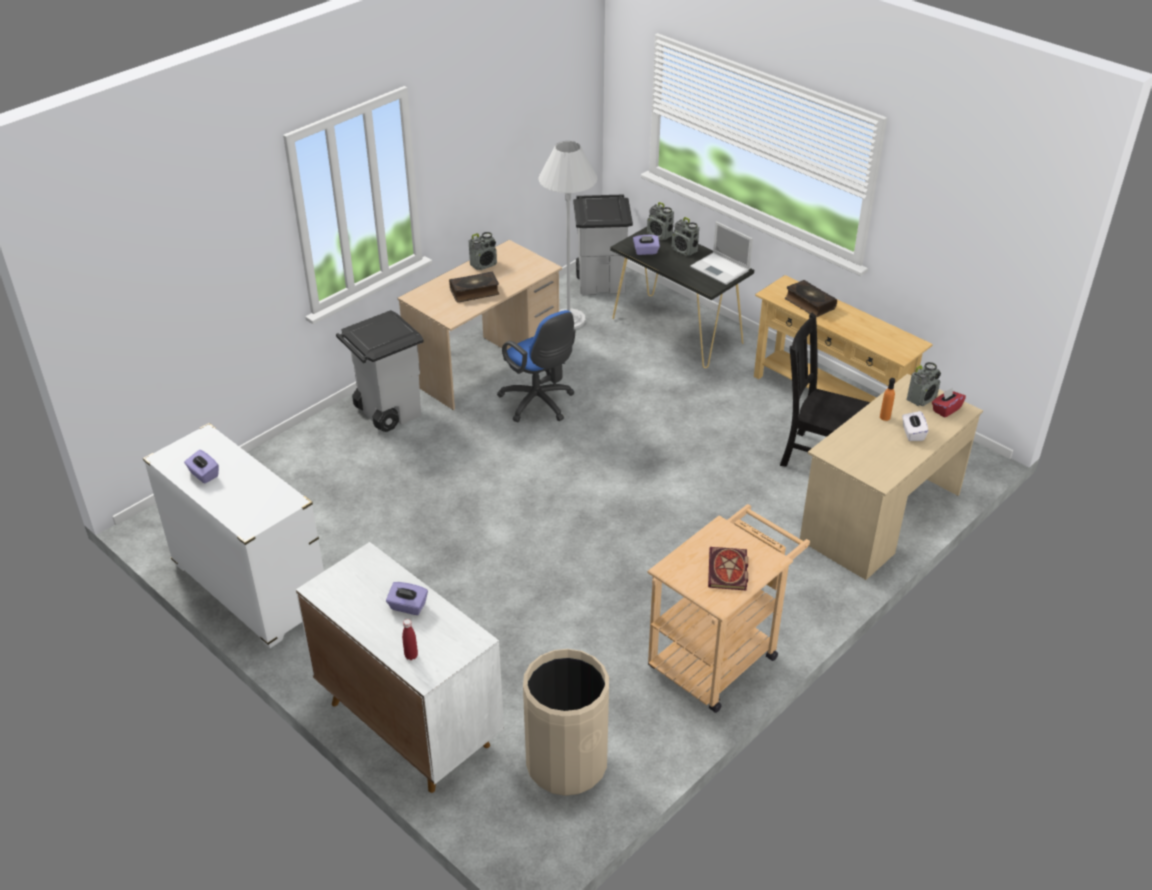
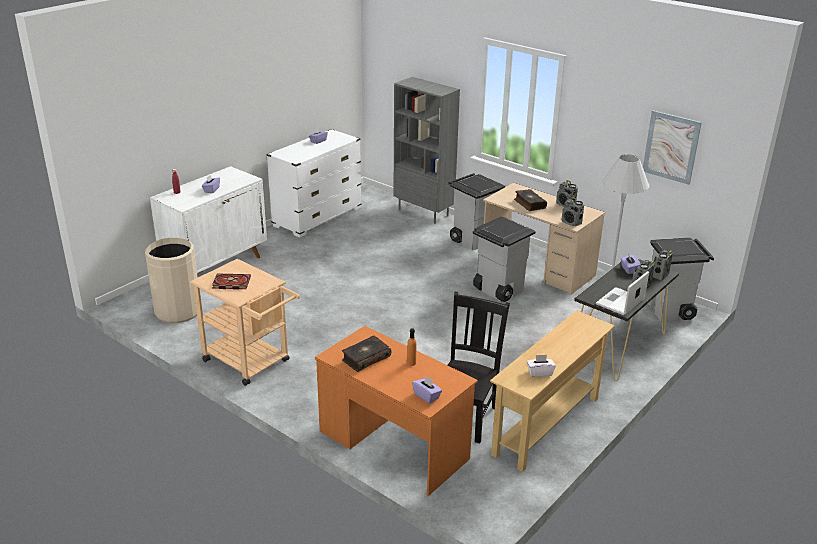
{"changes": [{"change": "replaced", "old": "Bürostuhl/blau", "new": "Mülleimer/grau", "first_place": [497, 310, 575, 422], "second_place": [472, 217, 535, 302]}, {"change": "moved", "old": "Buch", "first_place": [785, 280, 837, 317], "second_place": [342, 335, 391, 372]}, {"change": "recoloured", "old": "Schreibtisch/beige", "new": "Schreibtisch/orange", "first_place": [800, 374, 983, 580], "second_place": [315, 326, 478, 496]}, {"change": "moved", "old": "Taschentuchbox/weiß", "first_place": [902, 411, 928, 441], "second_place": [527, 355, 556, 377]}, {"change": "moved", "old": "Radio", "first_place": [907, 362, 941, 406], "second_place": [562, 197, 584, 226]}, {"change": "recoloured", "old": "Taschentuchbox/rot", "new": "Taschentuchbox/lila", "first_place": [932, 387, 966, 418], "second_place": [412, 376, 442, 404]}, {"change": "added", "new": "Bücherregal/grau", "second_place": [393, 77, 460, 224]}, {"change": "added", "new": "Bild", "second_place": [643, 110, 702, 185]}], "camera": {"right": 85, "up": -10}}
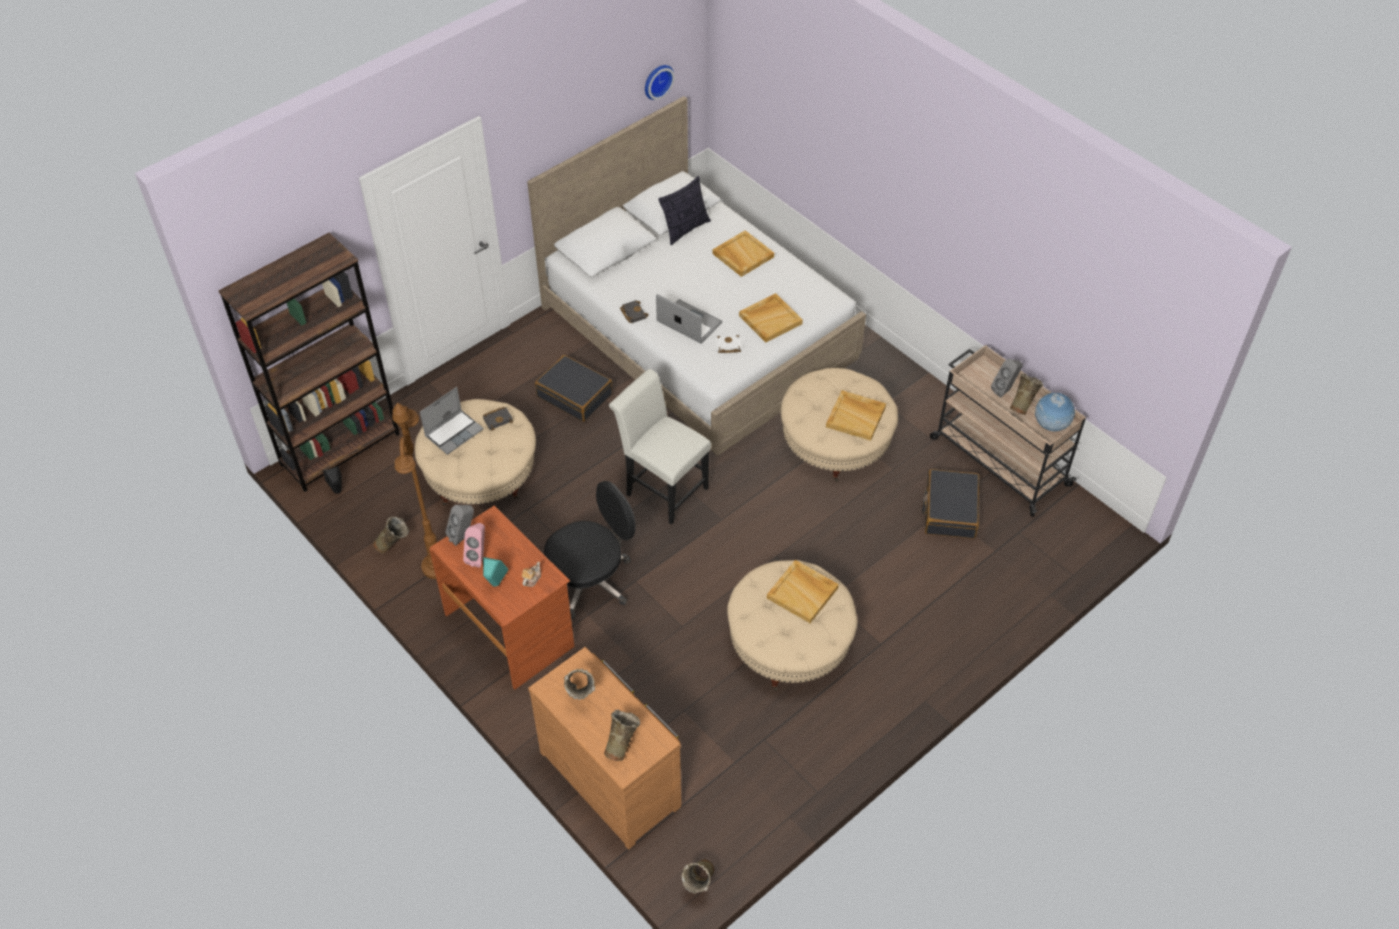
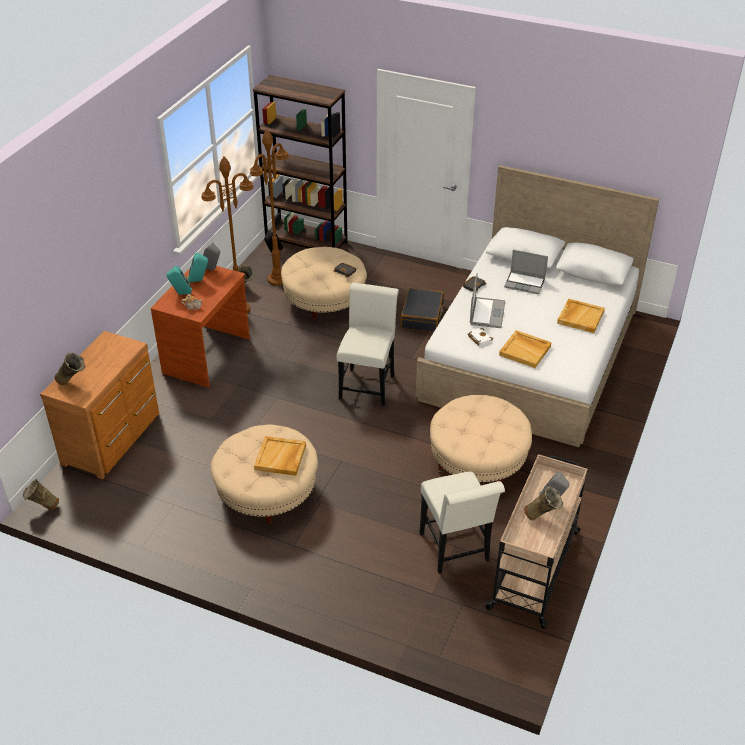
{"changes": [{"change": "moved", "old": "Laptop", "first_place": [420, 387, 483, 455], "second_place": [504, 250, 548, 294]}, {"change": "recoloured", "old": "Lautsprecher/rosa", "new": "Lautsprecher/türkis", "first_place": [463, 523, 485, 568], "second_place": [188, 252, 208, 282]}, {"change": "removed", "old": "Bürostuhl/schwarz", "first_place": [544, 481, 636, 619]}, {"change": "removed", "old": "Vase/beige", "first_place": [564, 669, 595, 700]}, {"change": "removed", "old": "Wanduhr", "first_place": [645, 65, 675, 100]}, {"change": "removed", "old": "Kissen", "first_place": [658, 176, 711, 245]}, {"change": "removed", "old": "Tablett/beige", "first_place": [826, 390, 886, 441]}, {"change": "replaced", "old": "Koffer/schwarz", "new": "Stuhl/weiß", "first_place": [922, 469, 980, 539], "second_place": [419, 472, 505, 574]}, {"change": "removed", "old": "Globus", "first_place": [1035, 393, 1075, 431]}, {"change": "added", "new": "Stehlampe/braun", "second_place": [250, 129, 288, 286]}], "camera": {"right": 65, "up": -10}}
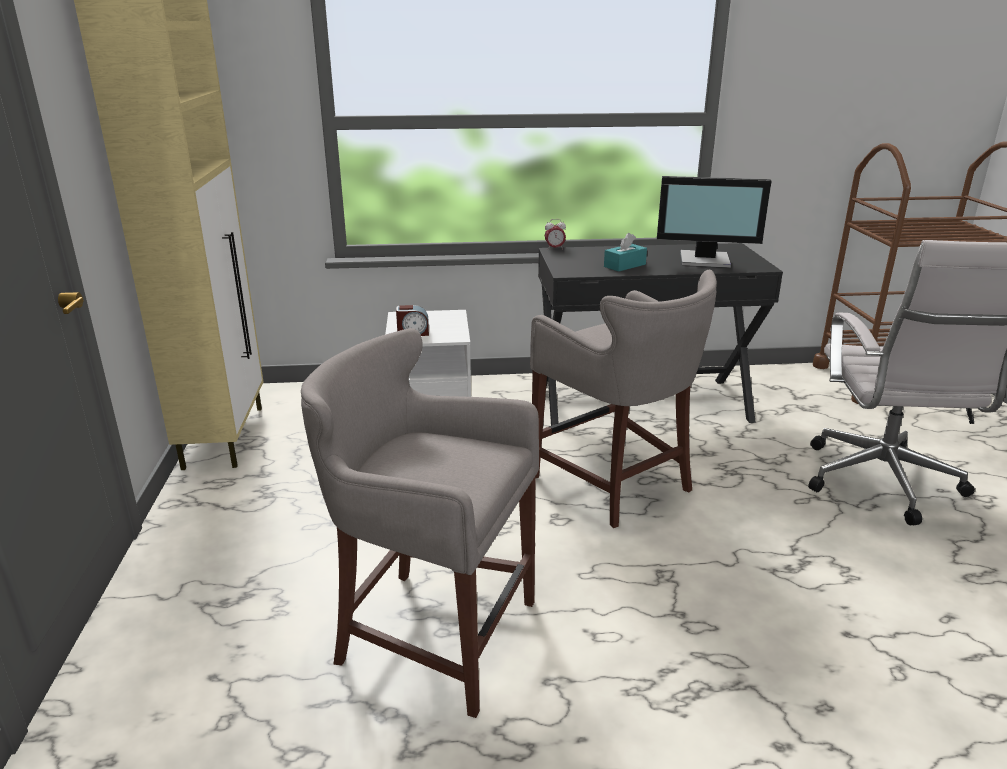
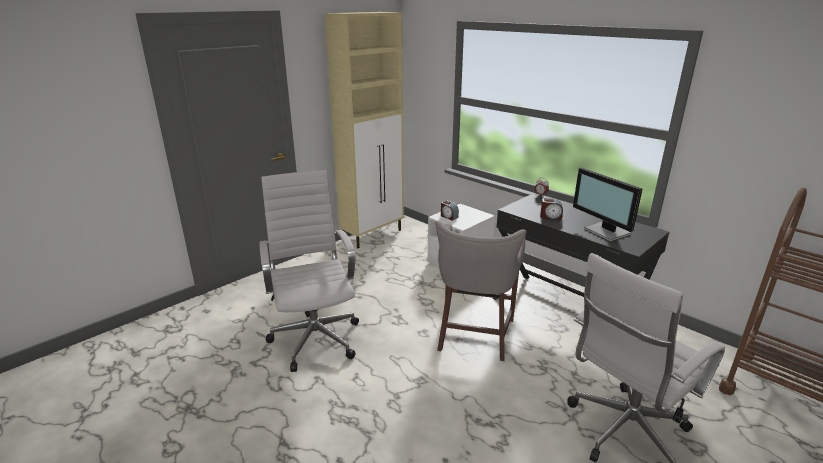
{"changes": [{"change": "replaced", "old": "Hocker/grau", "new": "Bürostuhl/weiß", "first_place": [301, 328, 539, 718], "second_place": [259, 170, 359, 372]}, {"change": "replaced", "old": "Taschentuchbox/türkis", "new": "Wecker", "first_place": [604, 233, 647, 272], "second_place": [540, 198, 563, 220]}], "camera": {"right": 50, "up": 0}}
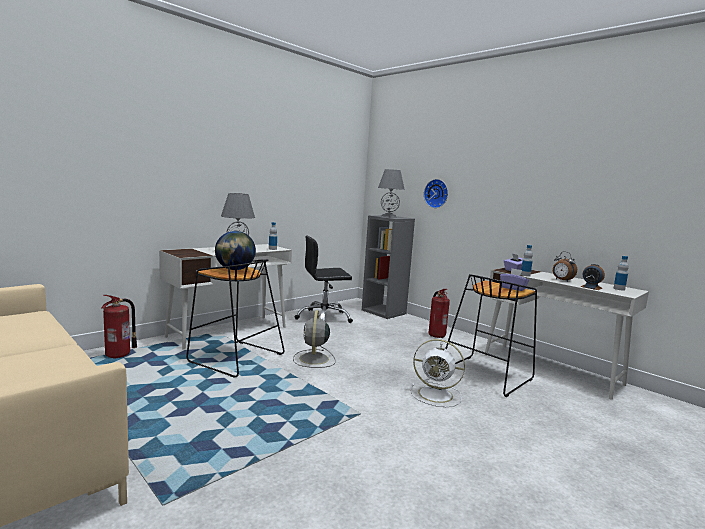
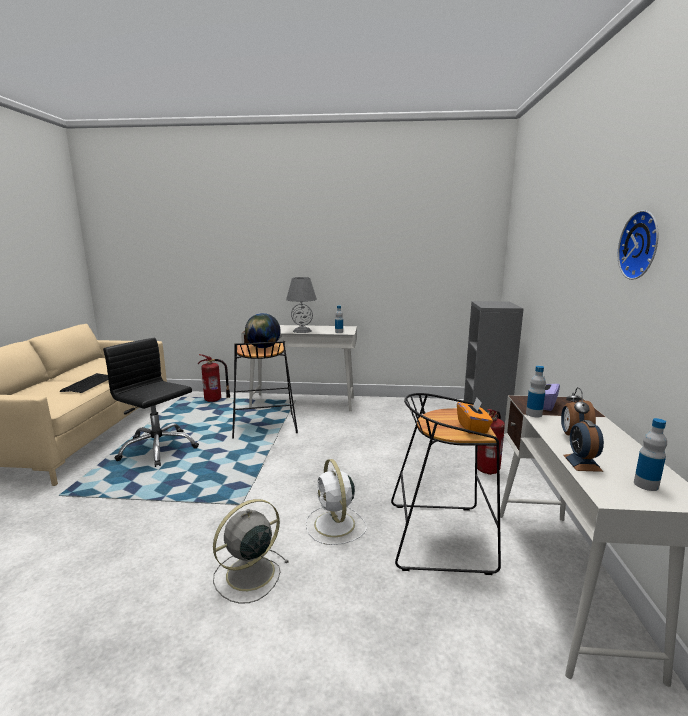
{"changes": [{"change": "moved", "old": "Ventilator/grau", "first_place": [293, 310, 336, 368], "second_place": [213, 499, 288, 604]}, {"change": "moved", "old": "Bürostuhl/schwarz", "first_place": [295, 236, 353, 323], "second_place": [103, 338, 199, 467]}, {"change": "removed", "old": "Tischlampe/grau", "first_place": [378, 169, 405, 218]}, {"change": "moved", "old": "Wanduhr", "first_place": [424, 179, 448, 208], "second_place": [618, 210, 658, 280]}, {"change": "recoloured", "old": "Taschentuchbox/lila", "new": "Taschentuchbox/orange", "first_place": [500, 268, 529, 291], "second_place": [457, 398, 493, 434]}, {"change": "added", "new": "Tastatur", "second_place": [60, 373, 108, 393]}], "camera": {"right": 50, "up": 5}}
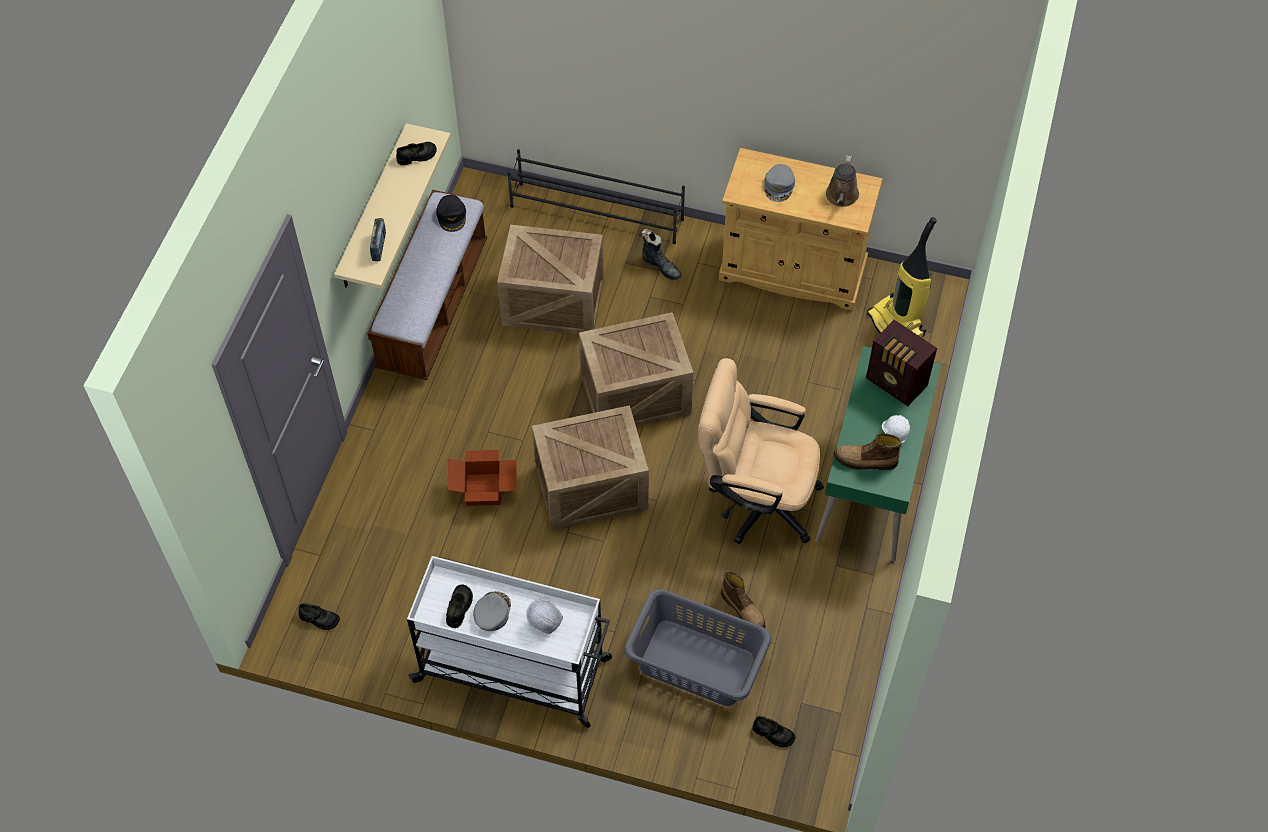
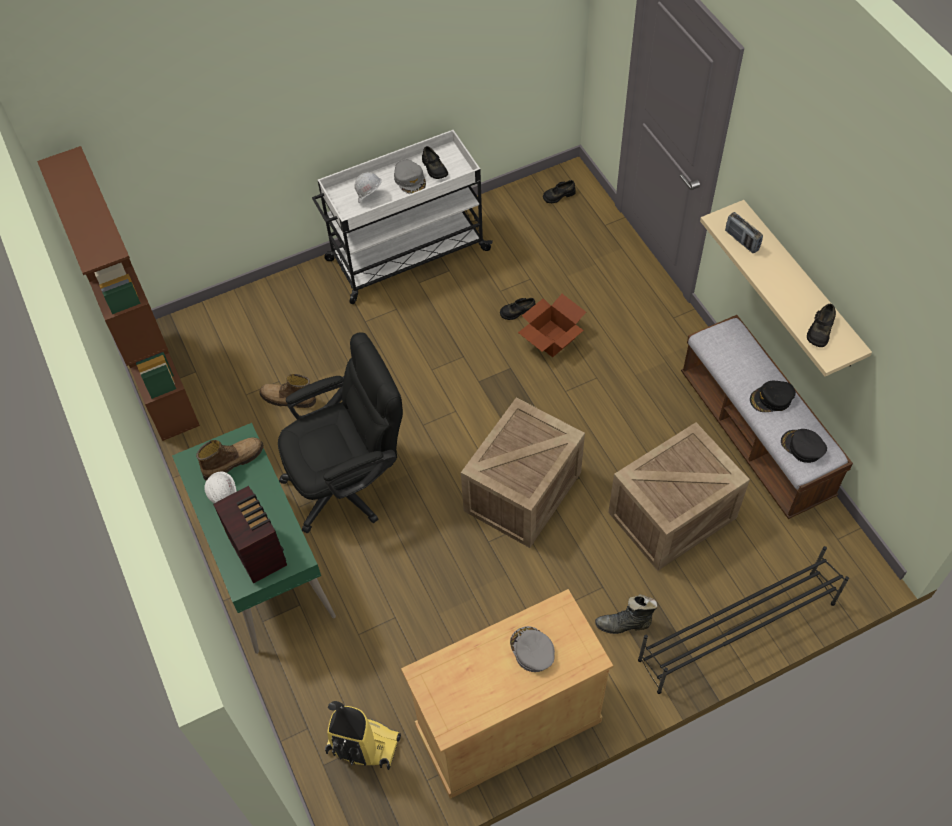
{"changes": [{"change": "removed", "old": "Kiste", "first_place": [532, 405, 649, 531]}, {"change": "removed", "old": "Wäschekorb/grau", "first_place": [624, 589, 771, 706]}, {"change": "recoloured", "old": "Bürostuhl/beige", "new": "Bürostuhl/schwarz", "first_place": [698, 358, 824, 544], "second_place": [278, 332, 403, 534]}, {"change": "moved", "old": "Schuh/schwarz", "first_place": [753, 716, 796, 747], "second_place": [500, 298, 535, 320]}, {"change": "removed", "old": "Gießkanne/braun", "first_place": [826, 155, 859, 207]}, {"change": "turned", "old": "Radio", "first_place": [866, 320, 937, 406], "second_place": [213, 486, 287, 584], "degrees": 60}, {"change": "added", "new": "Bücherregal/braun", "second_place": [37, 146, 200, 441]}, {"change": "added", "new": "Kappe/schwarz", "second_place": [750, 381, 796, 412]}], "camera": {"right": 140, "up": 0}}
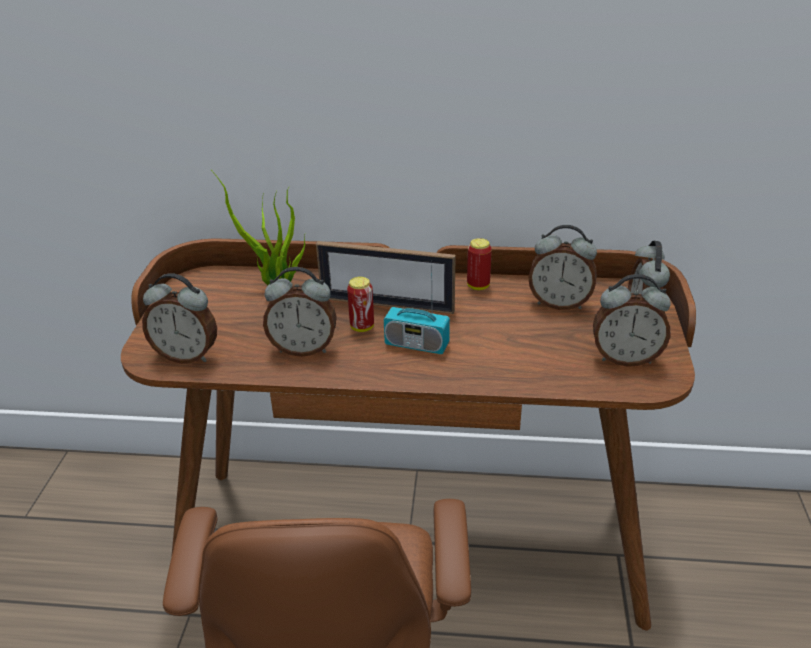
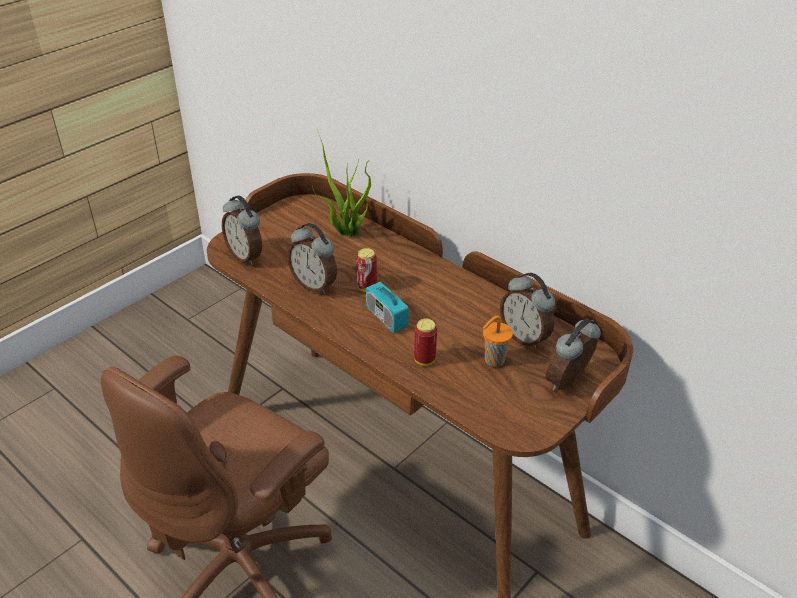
{"changes": [{"change": "removed", "old": "Bilderrahmen", "first_place": [316, 241, 456, 314]}, {"change": "moved", "old": "Dose", "first_place": [467, 238, 492, 290], "second_place": [414, 319, 437, 366]}, {"change": "removed", "old": "Wecker", "first_place": [593, 274, 671, 367]}, {"change": "added", "new": "Tasse/orange", "second_place": [483, 316, 513, 367]}], "camera": {"right": 35, "up": 5}}
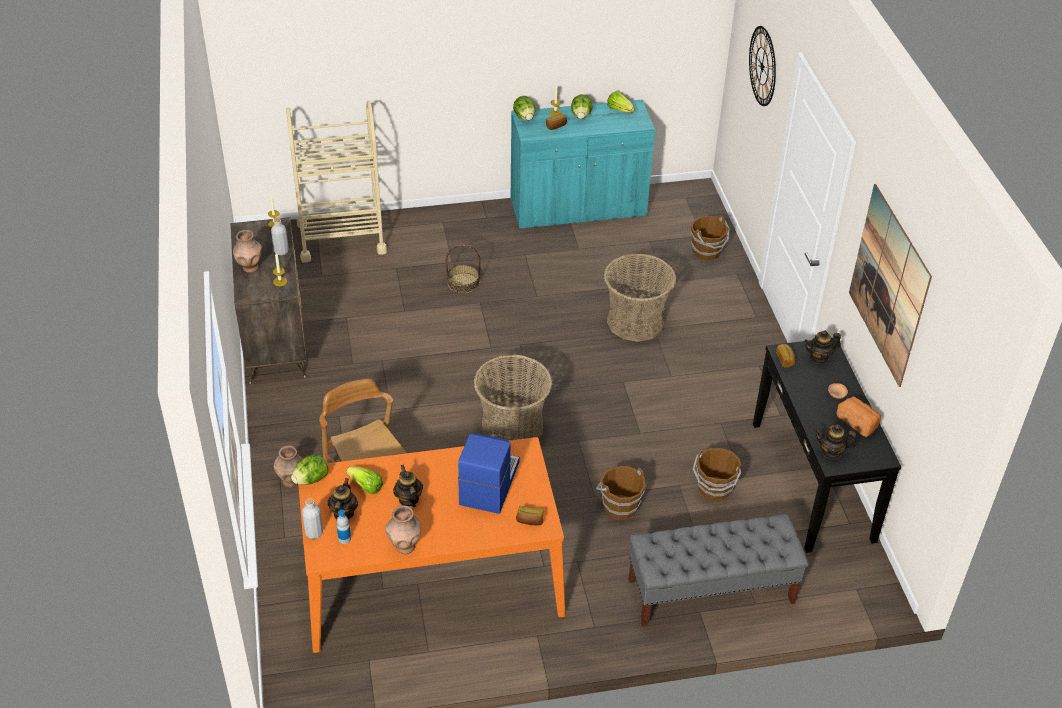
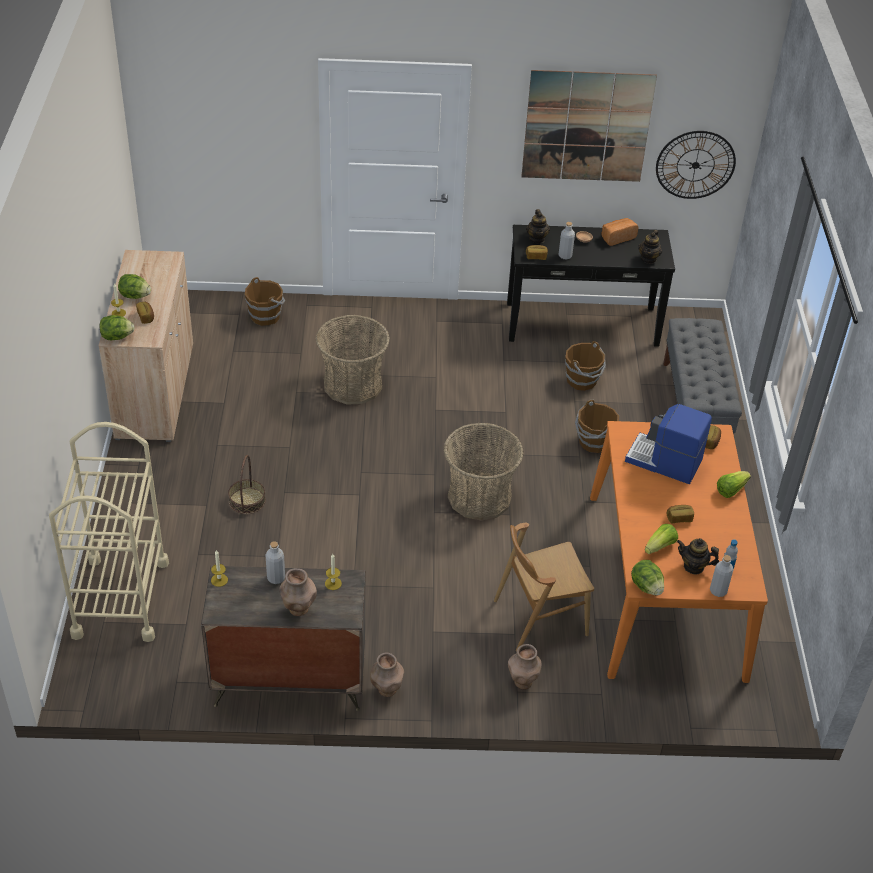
{"changes": [{"change": "moved", "old": "Vase/braun", "first_place": [385, 506, 421, 554], "second_place": [370, 653, 404, 697]}, {"change": "replaced", "old": "Teekanne", "new": "Brot", "first_place": [393, 465, 423, 507], "second_place": [666, 505, 694, 523]}, {"change": "recoloured", "old": "Schrank/türkis", "new": "Schrank/beige", "first_place": [510, 100, 655, 229], "second_place": [99, 250, 193, 442]}, {"change": "moved", "old": "Salatkopf", "first_place": [607, 92, 635, 113], "second_place": [717, 471, 751, 498]}, {"change": "moved", "old": "Wanduhr", "first_place": [749, 26, 776, 106], "second_place": [656, 131, 736, 199]}, {"change": "added", "new": "Flasche/grau", "second_place": [558, 222, 575, 259]}], "camera": {"right": -80, "up": 0}}
